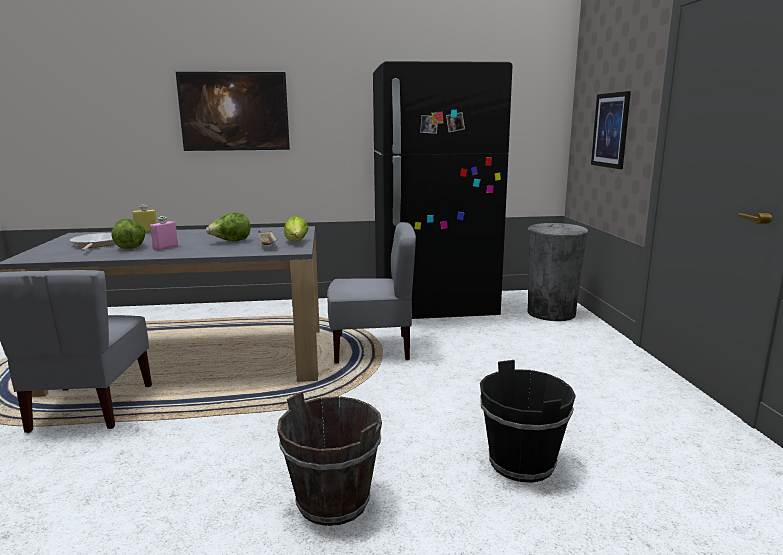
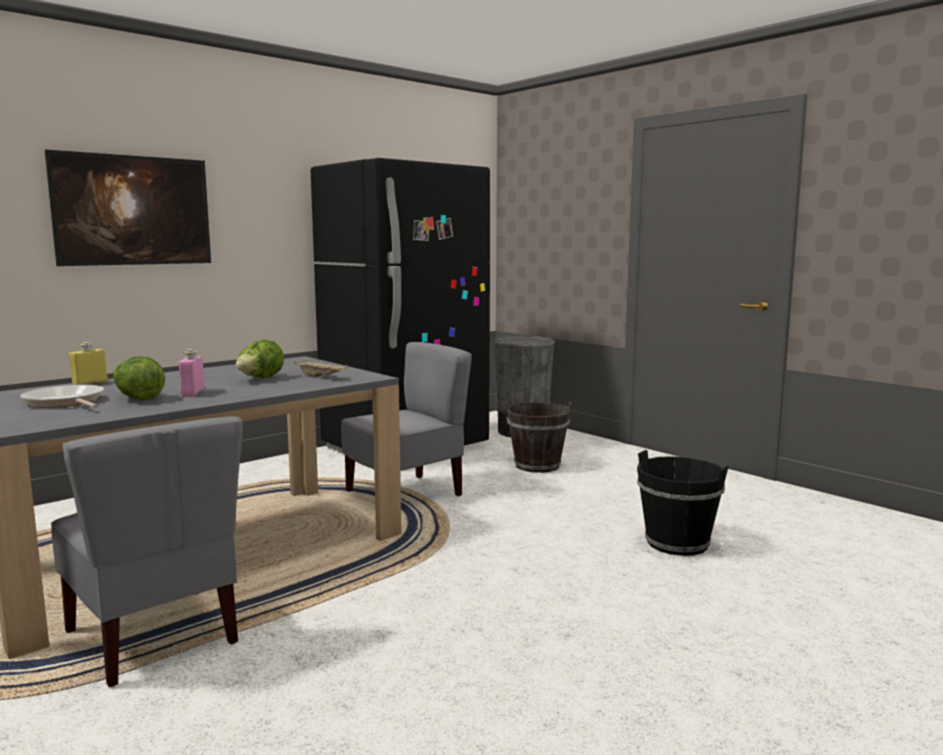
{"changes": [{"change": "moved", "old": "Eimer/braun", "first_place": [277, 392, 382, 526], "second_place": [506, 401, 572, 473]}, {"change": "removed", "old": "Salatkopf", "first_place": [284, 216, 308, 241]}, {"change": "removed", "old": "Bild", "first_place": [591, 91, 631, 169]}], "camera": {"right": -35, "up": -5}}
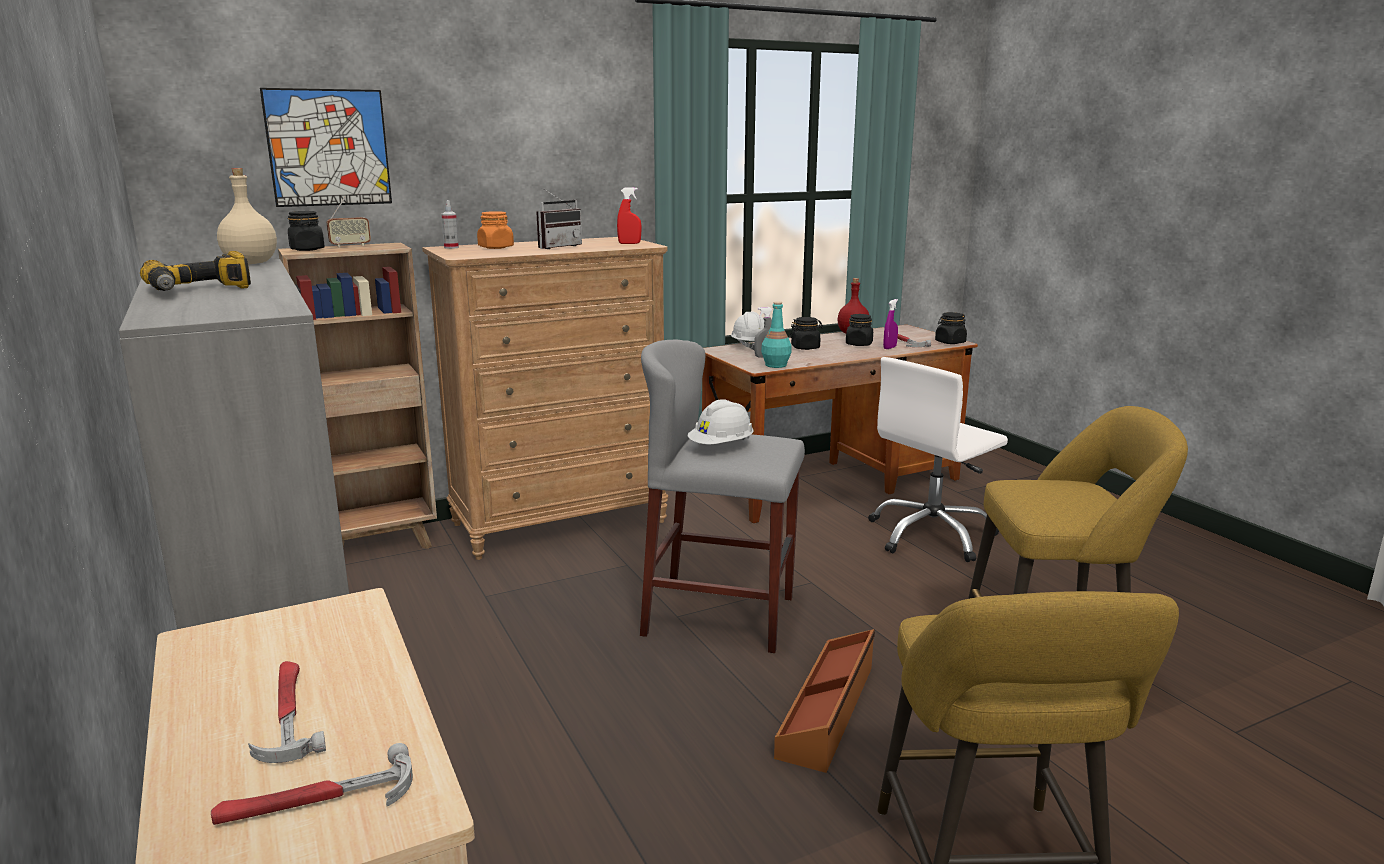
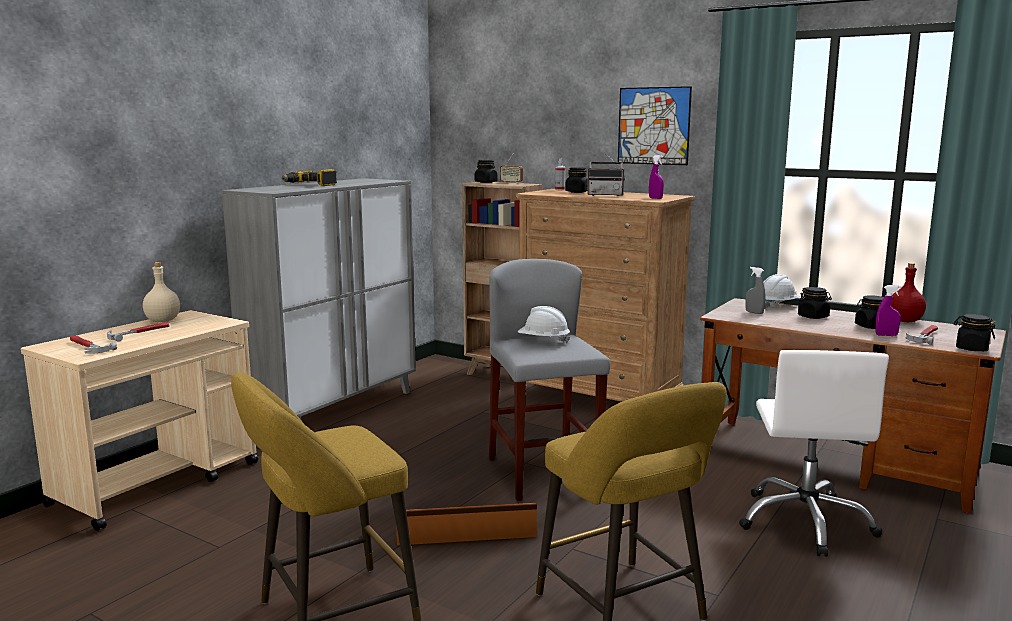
{"changes": [{"change": "moved", "old": "Flasche/beige", "first_place": [217, 168, 277, 264], "second_place": [143, 262, 180, 322]}, {"change": "moved", "old": "Bild", "first_place": [260, 88, 392, 207], "second_place": [618, 86, 692, 165]}, {"change": "recoloured", "old": "Vorratsglas/orange", "new": "Vorratsglas/schwarz", "first_place": [477, 211, 514, 249], "second_place": [565, 167, 588, 193]}, {"change": "recoloured", "old": "Sprühflasche/rot", "new": "Sprühflasche/lila", "first_place": [617, 187, 642, 244], "second_place": [649, 155, 664, 199]}, {"change": "removed", "old": "Flasche/türkis", "first_place": [761, 301, 792, 368]}, {"change": "turned", "old": "Bürostuhl/weiß", "first_place": [868, 357, 1008, 562], "second_place": [739, 350, 889, 557], "degrees": -105}], "camera": {"right": 60, "up": -5}}
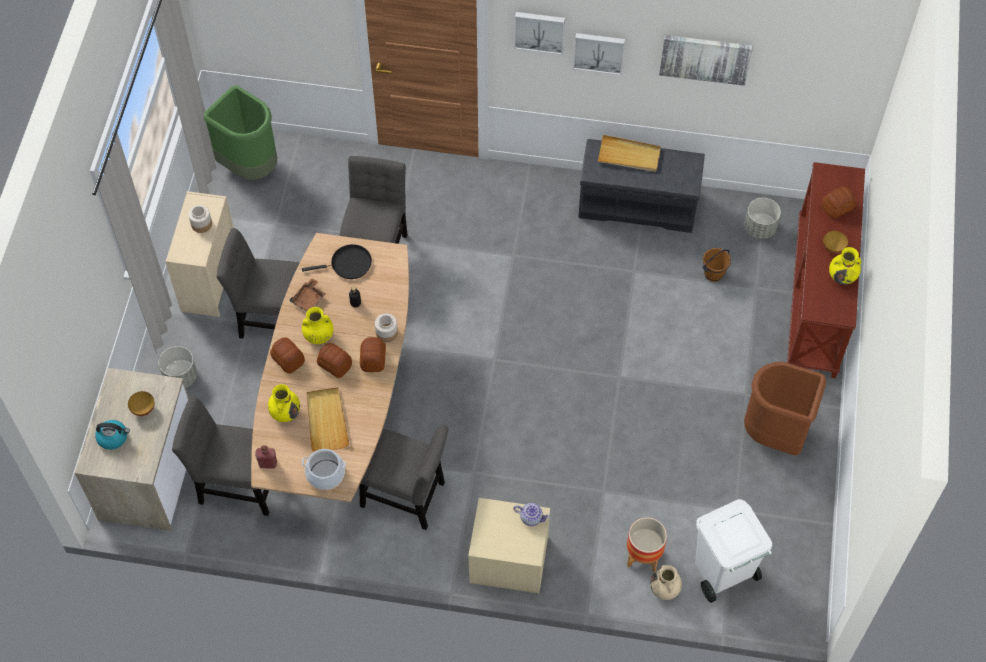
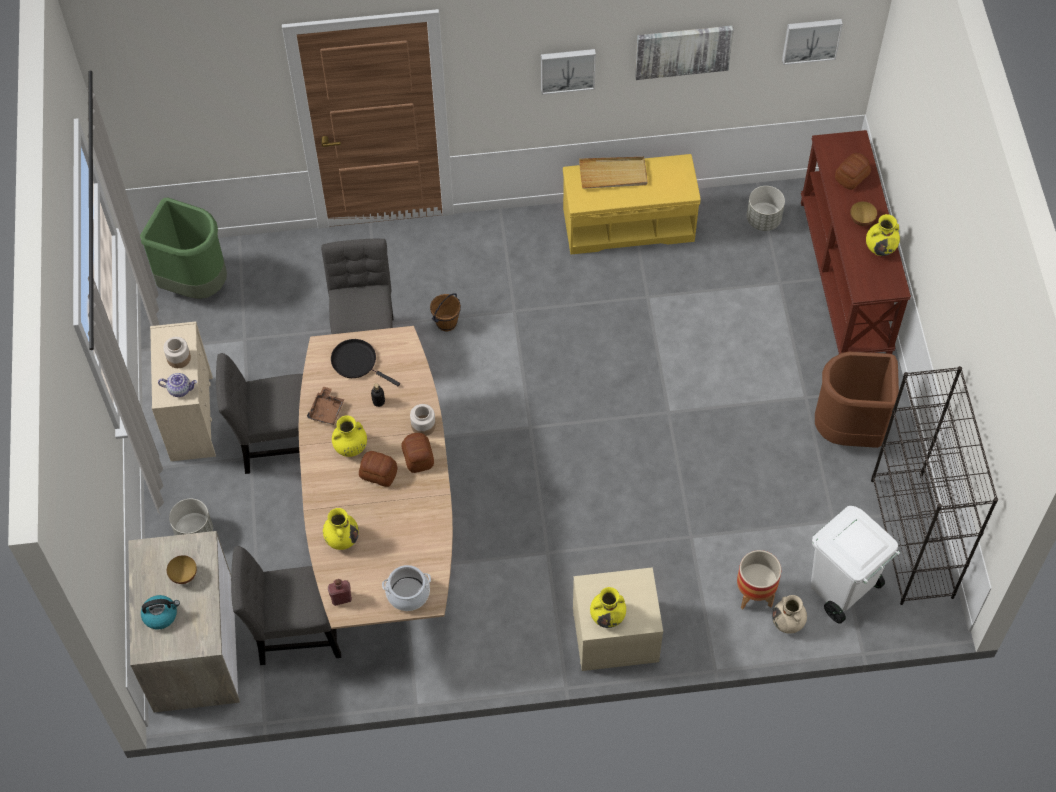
{"changes": [{"change": "removed", "old": "Brot", "first_place": [270, 337, 305, 374]}, {"change": "turned", "old": "Pfanne/schwarz", "first_place": [302, 244, 372, 279], "second_place": [331, 339, 400, 386], "degrees": -120}, {"change": "removed", "old": "Tablett/beige", "first_place": [307, 387, 349, 452]}, {"change": "removed", "old": "Stuhl/grau", "first_place": [359, 425, 449, 530]}, {"change": "moved", "old": "Bild", "first_place": [514, 12, 565, 55], "second_place": [782, 19, 843, 65]}, {"change": "moved", "old": "Teekanne", "first_place": [514, 503, 550, 526], "second_place": [158, 373, 197, 397]}, {"change": "recoloured", "old": "Bank/grau", "new": "Bank/gelb", "first_place": [578, 139, 705, 233], "second_place": [563, 154, 701, 255]}, {"change": "moved", "old": "Eimer/braun", "first_place": [702, 248, 731, 282], "second_place": [430, 293, 461, 331]}, {"change": "added", "new": "Vase/gelb", "second_place": [590, 587, 626, 628]}, {"change": "added", "new": "Bücherregal/schwarz", "second_place": [871, 366, 998, 605]}], "camera": {"right": -15, "up": 0}}
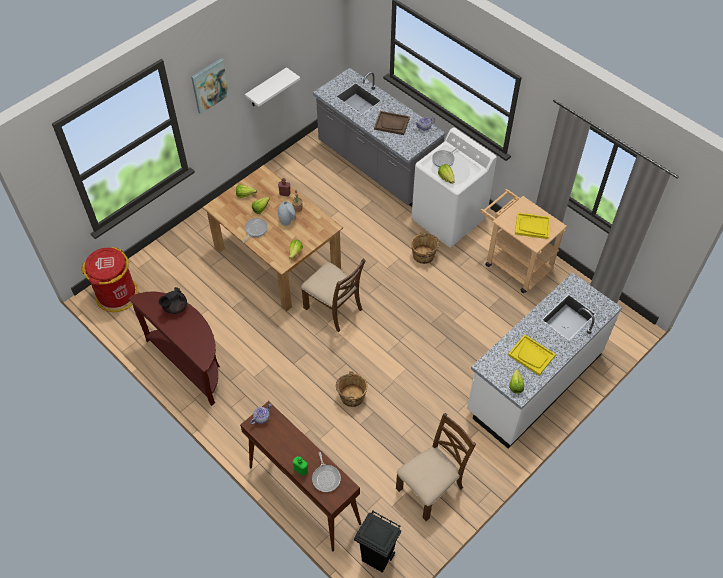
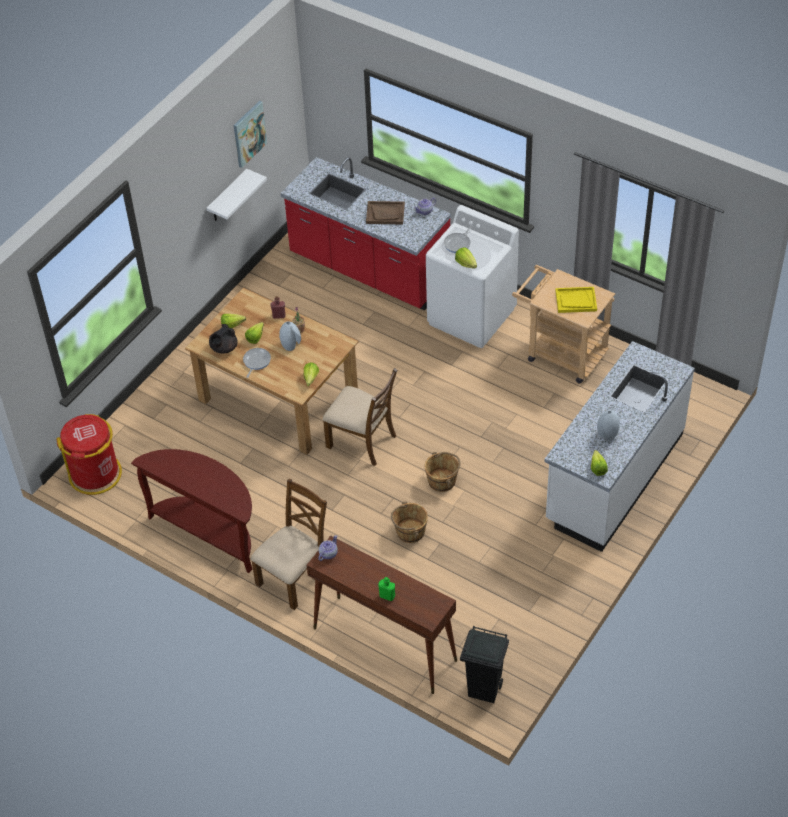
{"changes": [{"change": "moved", "old": "Teekanne/schwarz", "first_place": [158, 287, 187, 314], "second_place": [209, 324, 238, 354]}, {"change": "moved", "old": "Bild", "first_place": [191, 58, 229, 114], "second_place": [234, 101, 267, 168]}, {"change": "removed", "old": "Pfanne", "first_place": [312, 452, 341, 492]}, {"change": "recoloured", "old": "Küchenzeile/grau", "new": "Küchenzeile/rot", "first_place": [313, 68, 445, 207], "second_place": [280, 157, 451, 311]}, {"change": "moved", "old": "Stuhl/braun", "first_place": [396, 413, 476, 521], "second_place": [251, 479, 327, 610]}, {"change": "moved", "old": "Eimer/braun", "first_place": [411, 232, 440, 264], "second_place": [425, 452, 461, 492]}, {"change": "replaced", "old": "Tablett/gelb", "new": "Vase/grau", "first_place": [508, 334, 556, 376], "second_place": [597, 410, 620, 441]}], "camera": {"right": -10, "up": -5}}
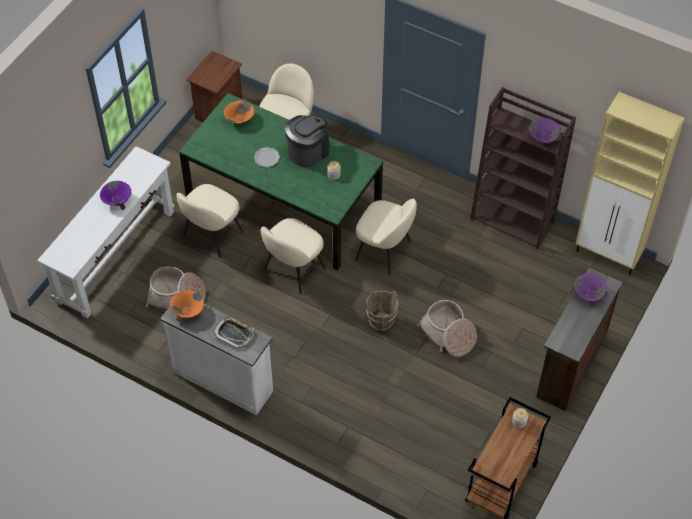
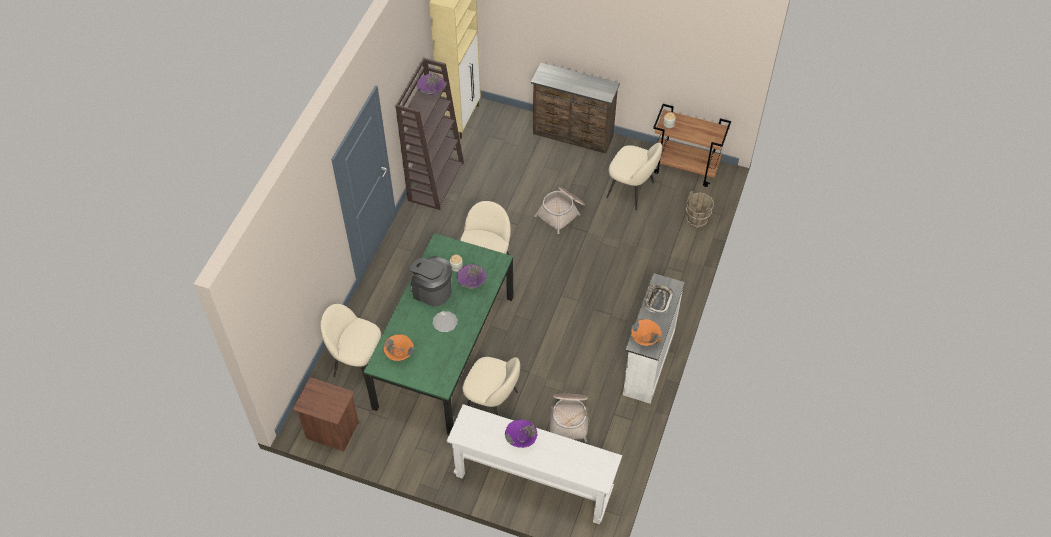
{"changes": [{"change": "moved", "old": "Stuhl/beige", "first_place": [261, 218, 326, 294], "second_place": [606, 143, 662, 210]}, {"change": "moved", "old": "Eimer/braun", "first_place": [366, 290, 398, 332], "second_place": [686, 191, 714, 228]}, {"change": "moved", "old": "Schüssel/lila", "first_place": [574, 273, 608, 301], "second_place": [457, 264, 486, 289]}], "camera": {"right": -100, "up": 0}}
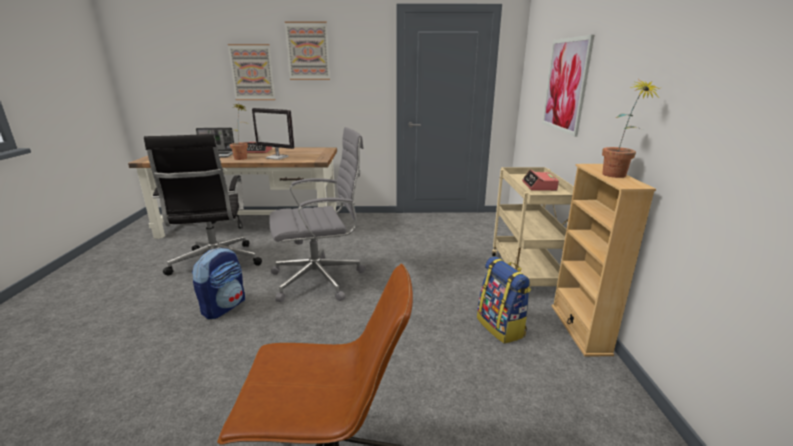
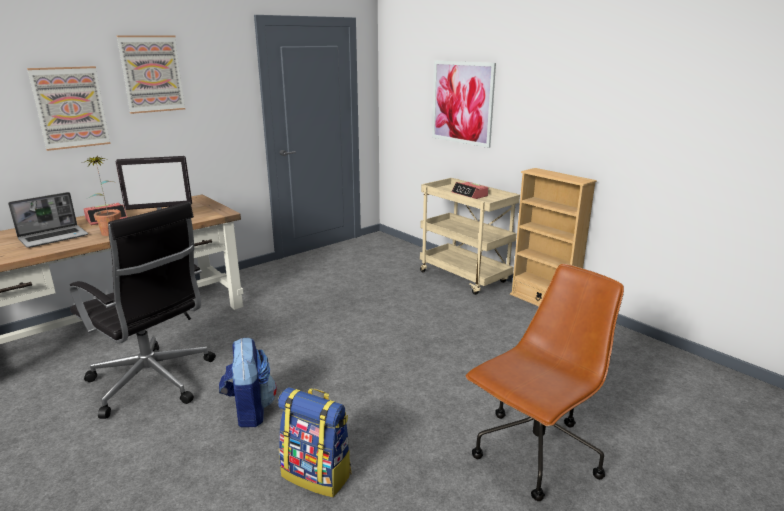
{"changes": [{"change": "removed", "old": "Bürostuhl/grau", "first_place": [269, 127, 366, 302]}, {"change": "moved", "old": "Rucksack", "first_place": [477, 256, 531, 344], "second_place": [278, 387, 351, 497]}, {"change": "removed", "old": "Topfpflanze", "first_place": [602, 79, 660, 178]}], "camera": {"right": -40, "up": 0}}
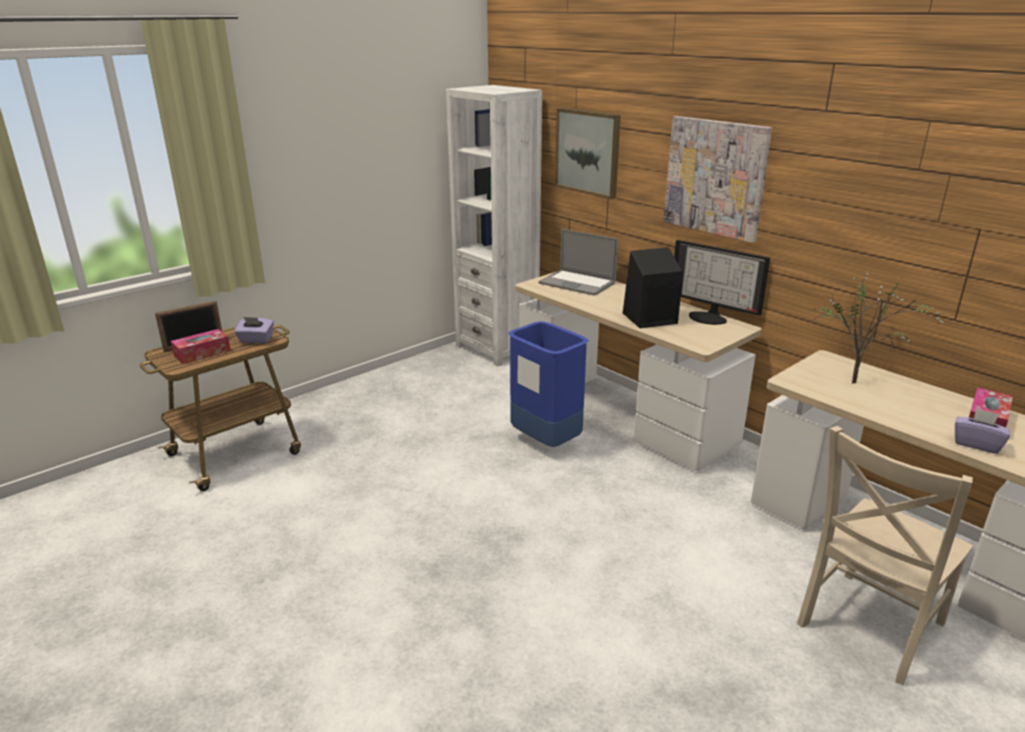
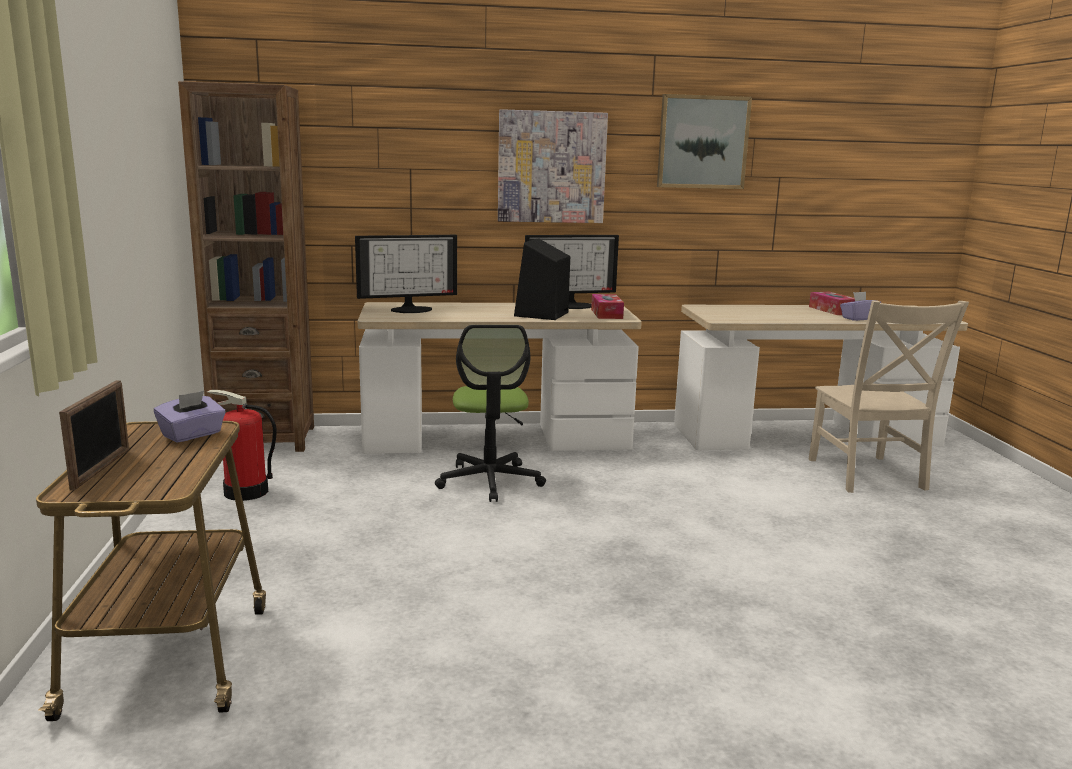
{"changes": [{"change": "moved", "old": "Taschentuchbox", "first_place": [171, 329, 231, 364], "second_place": [591, 294, 624, 319]}, {"change": "recoloured", "old": "Bücherregal/weiß", "new": "Bücherregal/braun", "first_place": [446, 85, 542, 366], "second_place": [178, 81, 314, 452]}, {"change": "replaced", "old": "Mülleimer/blau", "new": "Bürostuhl", "first_place": [508, 321, 589, 447], "second_place": [435, 325, 546, 502]}, {"change": "replaced", "old": "Laptop", "new": "Monitor", "first_place": [539, 229, 618, 296], "second_place": [355, 235, 457, 313]}, {"change": "moved", "old": "Bild", "first_place": [555, 108, 621, 199], "second_place": [657, 94, 752, 189]}, {"change": "removed", "old": "Topfpflanze", "first_place": [806, 273, 945, 383]}, {"change": "added", "new": "Feuerlöscher", "second_place": [207, 390, 277, 501]}], "camera": {"right": -55, "up": -10}}
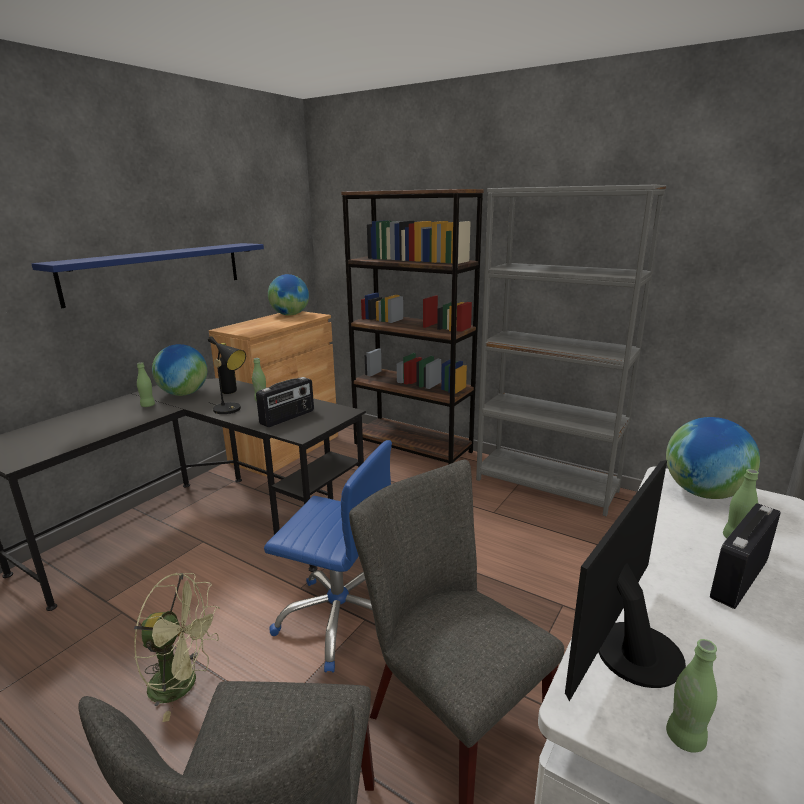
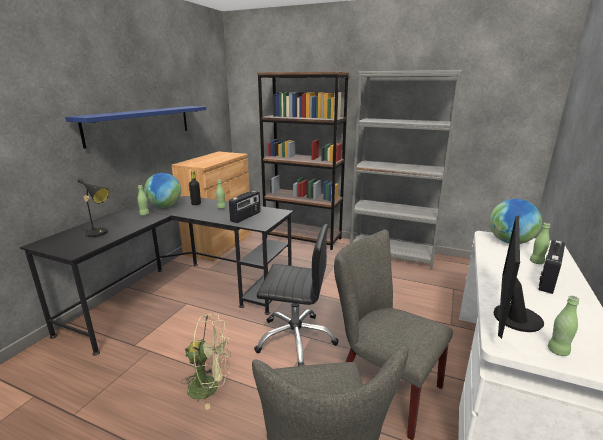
{"changes": [{"change": "moved", "old": "Tischlampe/schwarz", "first_place": [208, 336, 246, 414], "second_place": [78, 178, 109, 237]}, {"change": "recoloured", "old": "Bürostuhl/blau", "new": "Bürostuhl/schwarz", "first_place": [264, 440, 392, 673], "second_place": [254, 224, 339, 366]}, {"change": "removed", "old": "Globus", "first_place": [268, 274, 309, 316]}], "camera": {"right": -10, "up": 0}}
